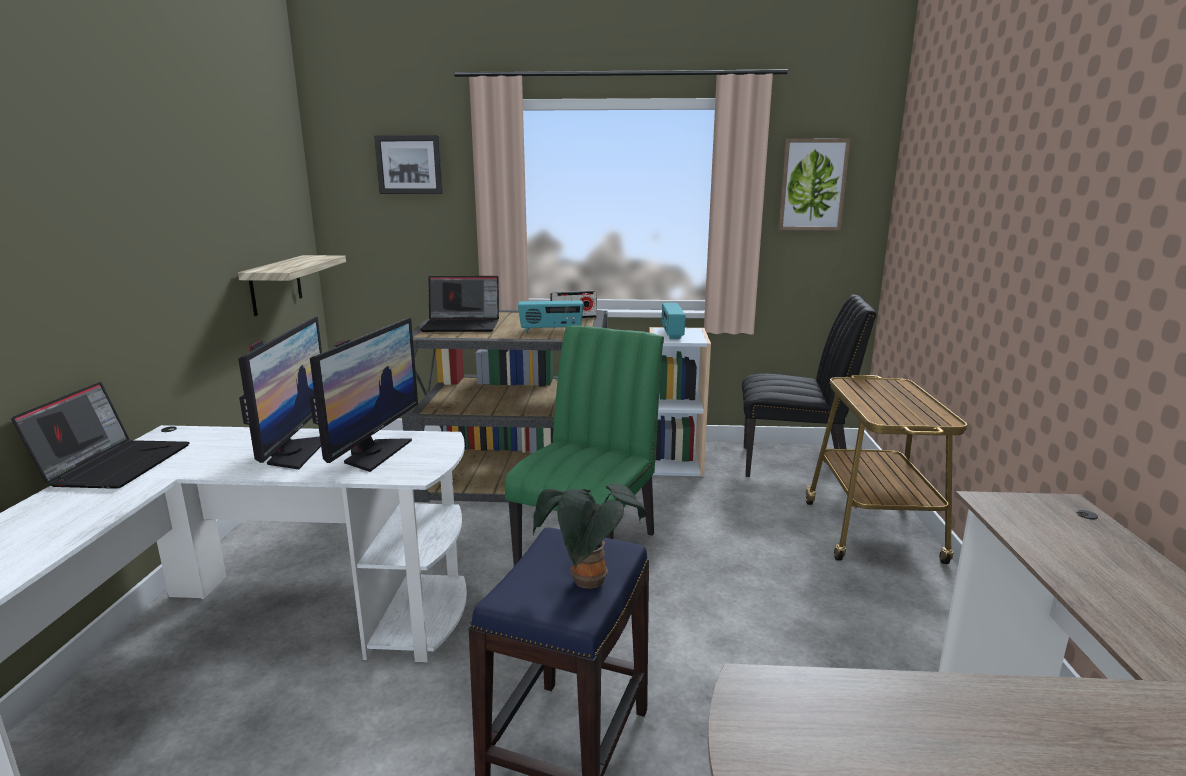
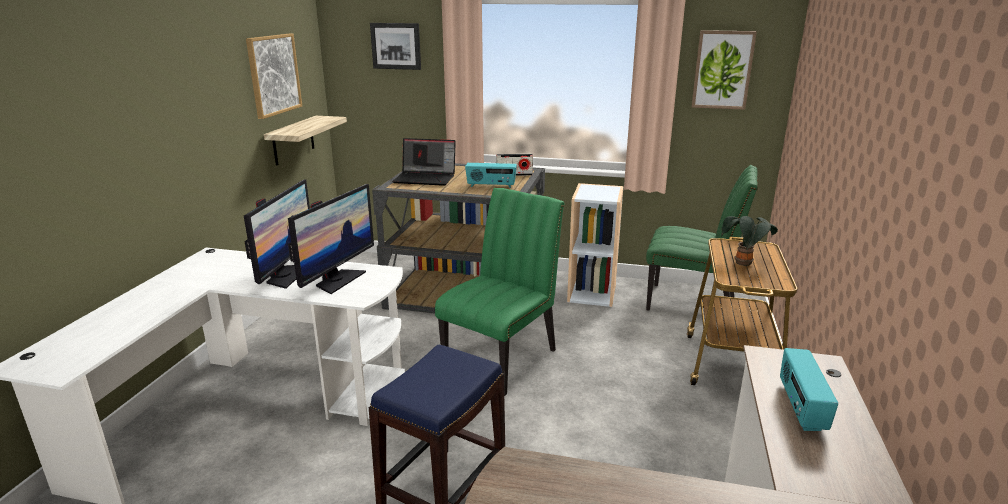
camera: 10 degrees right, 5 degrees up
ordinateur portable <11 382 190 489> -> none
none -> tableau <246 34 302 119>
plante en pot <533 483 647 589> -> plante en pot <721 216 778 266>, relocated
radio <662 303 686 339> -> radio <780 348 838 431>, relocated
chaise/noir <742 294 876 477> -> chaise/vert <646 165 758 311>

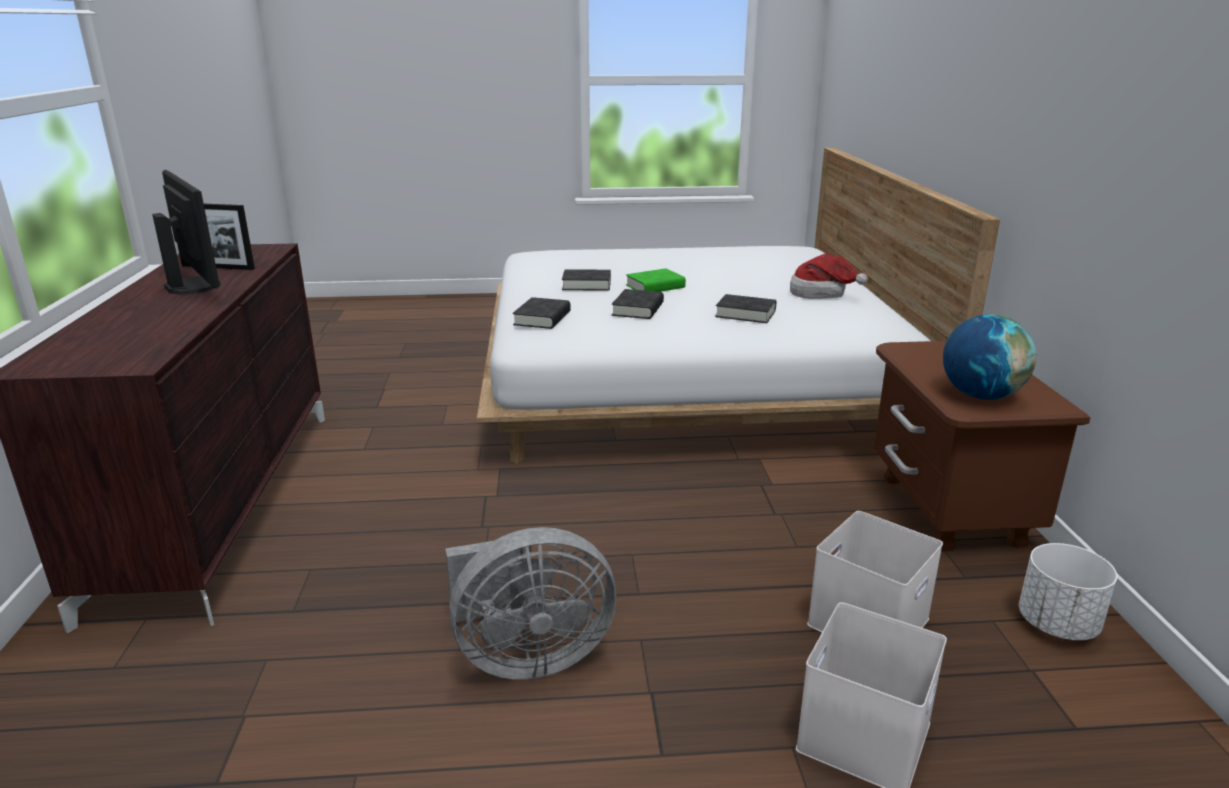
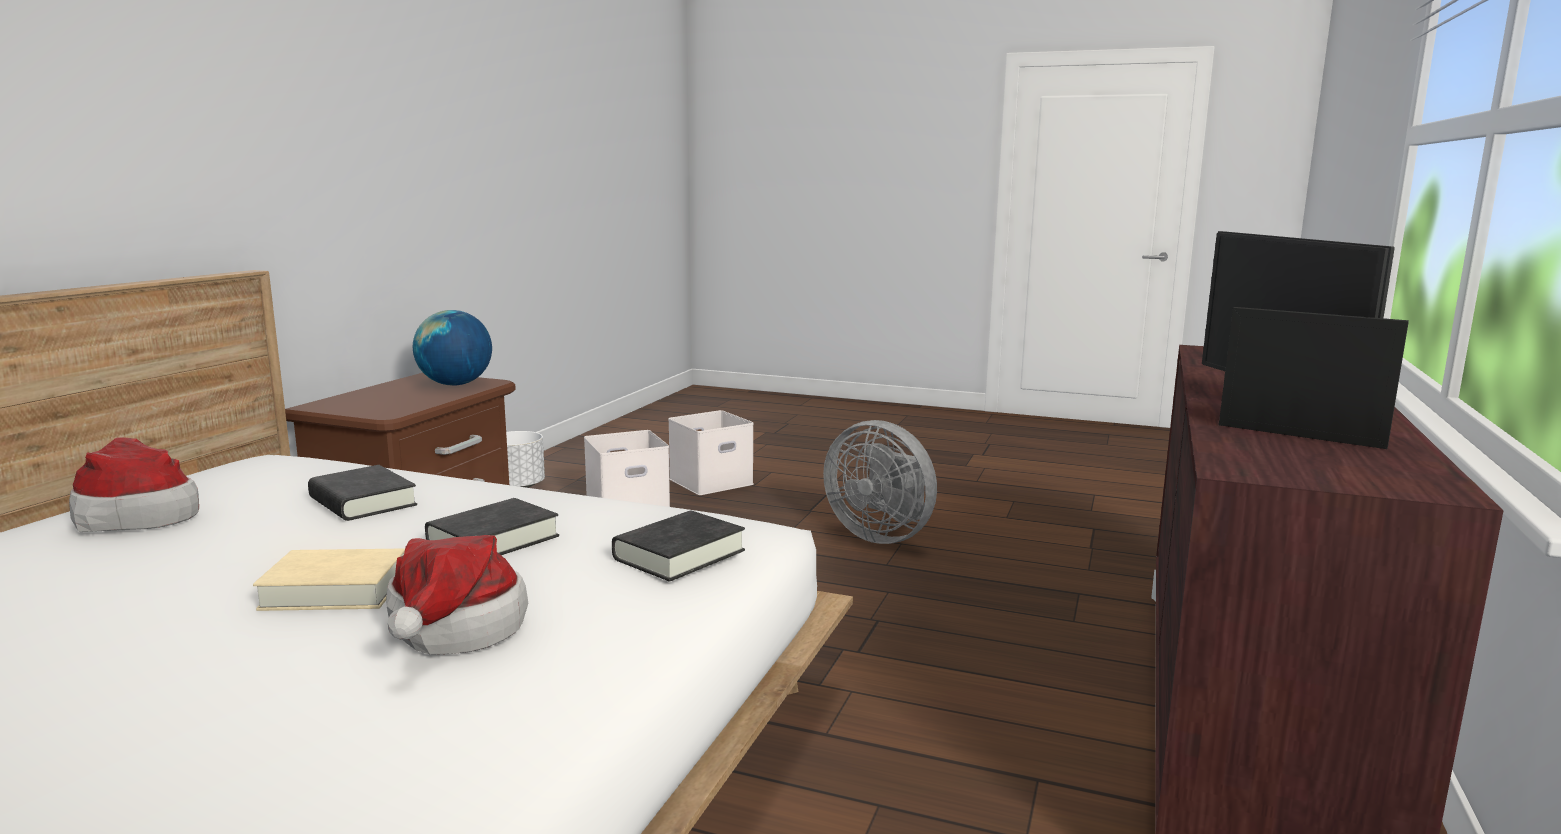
camera: 155 degrees left, 10 degrees down
livre/noir <562 269 611 291> -> chapeau <386 535 528 655>
livre/vert <626 268 686 292> -> livre/beige <253 548 405 611>
ventilateur/gris <445 527 616 680> -> ventilateur/gris <823 420 937 544>, 150 degrees counterclockwise

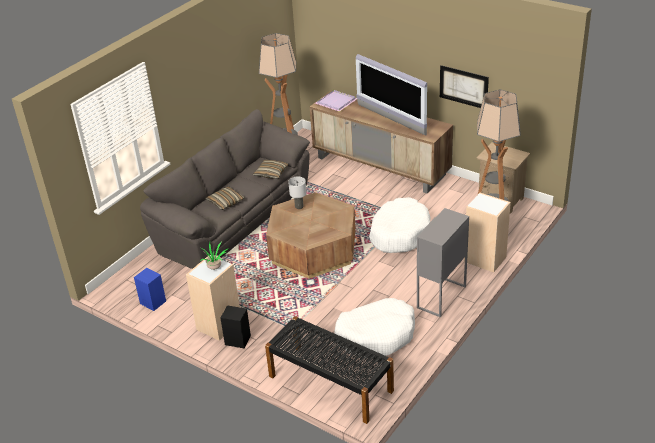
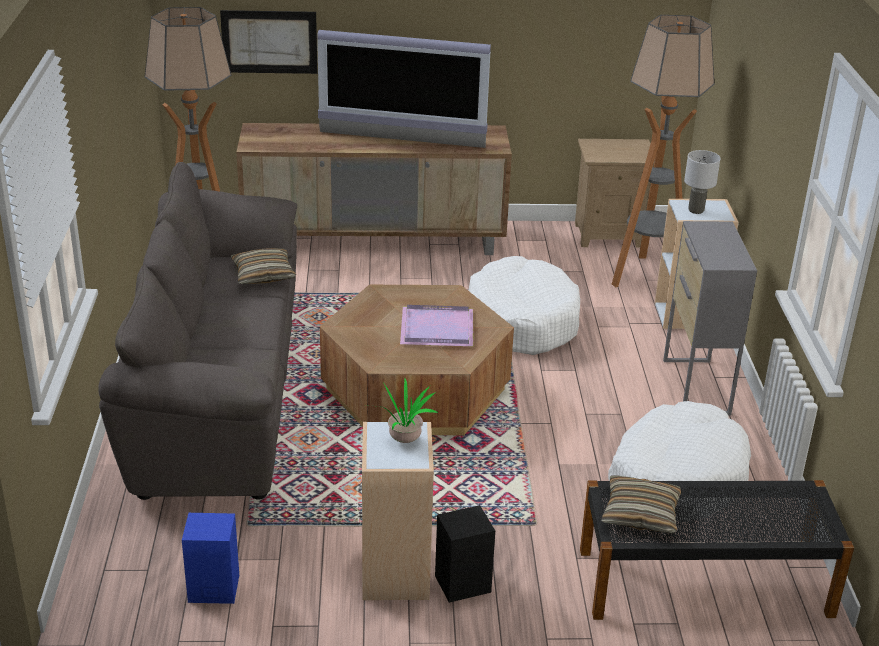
camera: 40 degrees left, 5 degrees down
coussin <206 186 245 210> -> coussin <601 476 681 534>, relocated
lampe de table/blanc <288 177 307 209> -> lampe de table/blanc <684 150 721 214>, relocated
plateau/violet <315 90 357 112> -> plateau/violet <400 305 473 347>, relocated
tableau <440 65 489 108> -> tableau <220 10 317 74>, relocated

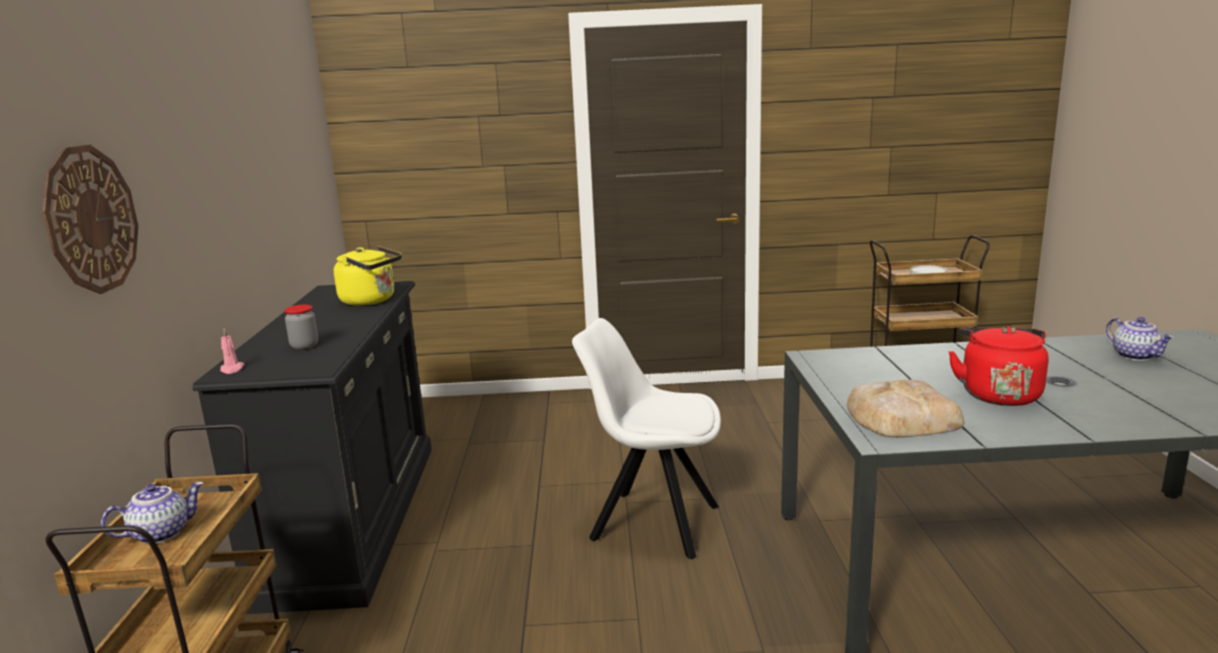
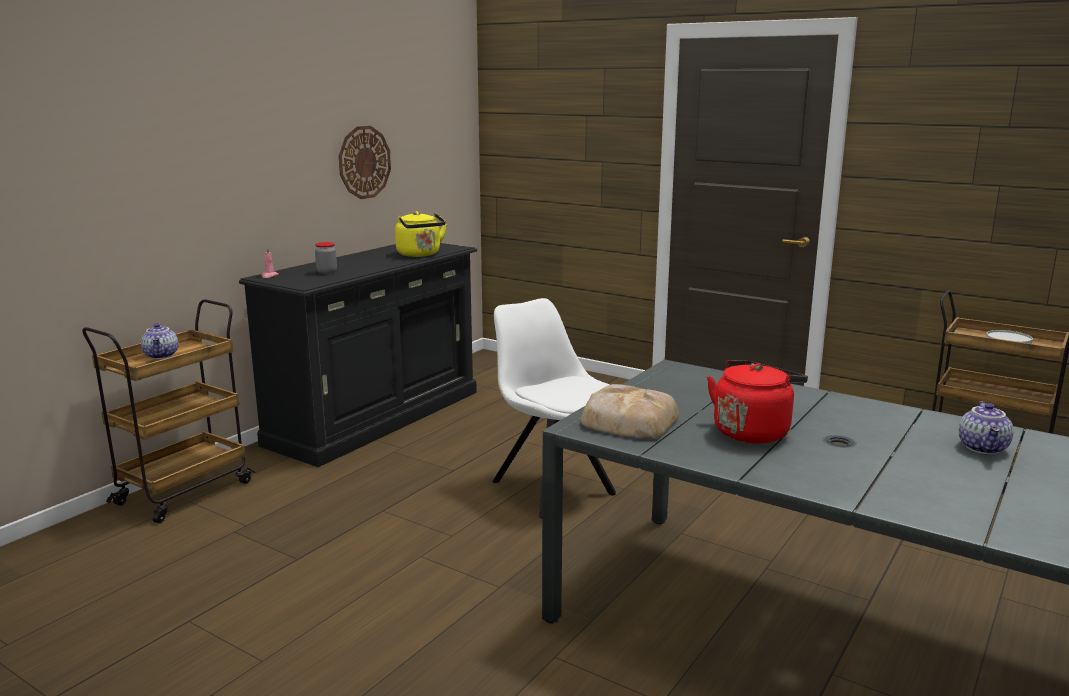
camera: 35 degrees right, 0 degrees up
horloge murale <42 145 138 294> -> horloge murale <339 126 391 199>, relocated
théière <101 482 204 544> -> théière <141 323 178 359>, 75 degrees clockwise

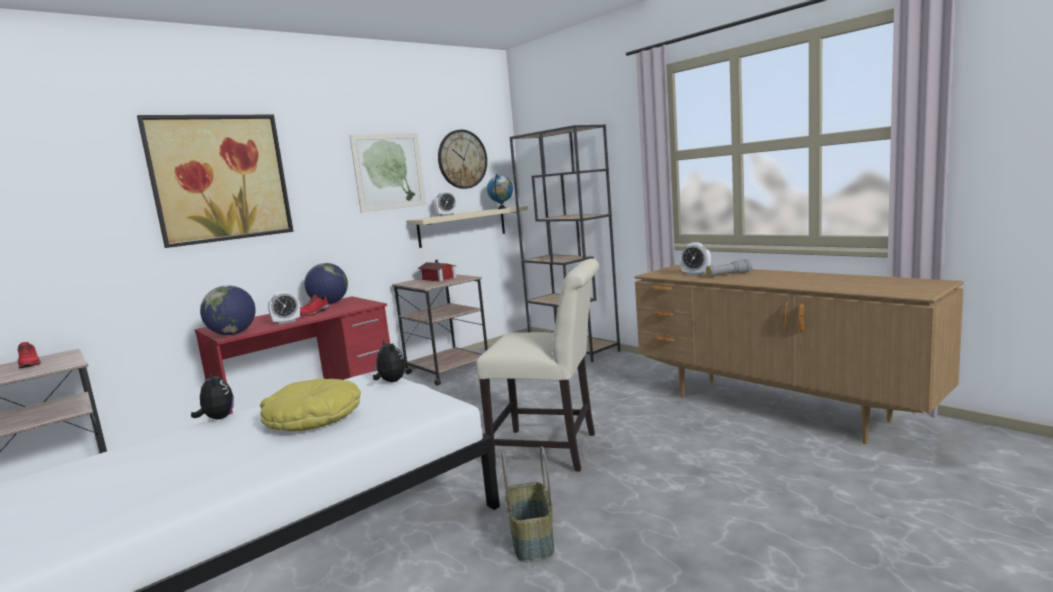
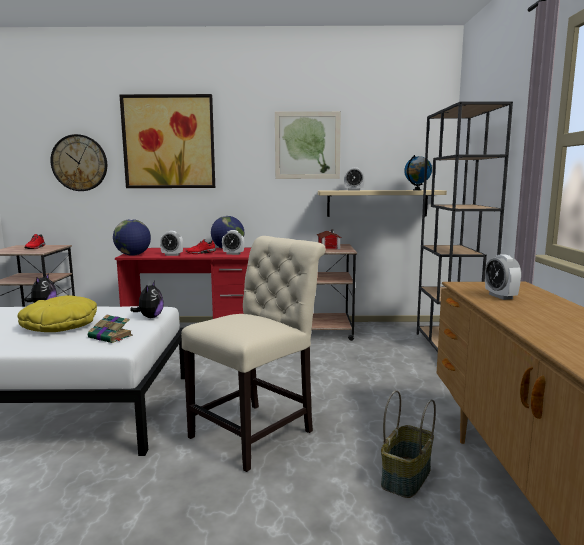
camera: 40 degrees right, 0 degrees up
lampe de poche/gris <706 259 752 277> -> none
none -> livre <88 315 133 343>
none -> réveil <222 230 244 255>
horloge murale <438 130 487 189> -> horloge murale <50 134 107 191>, relocated
panier <501 446 554 562> -> panier <381 390 436 498>, relocated
chaise/beige <477 258 599 472> -> chaise/beige <181 236 326 472>, 105 degrees counterclockwise

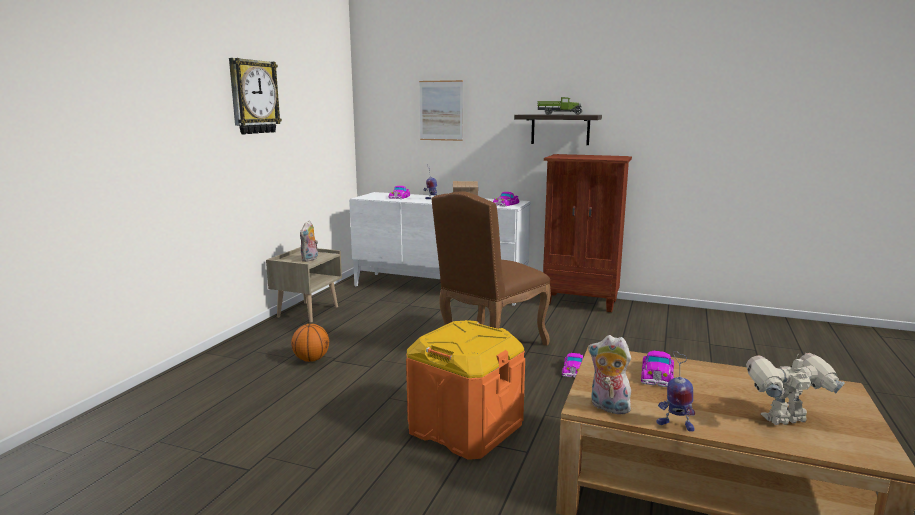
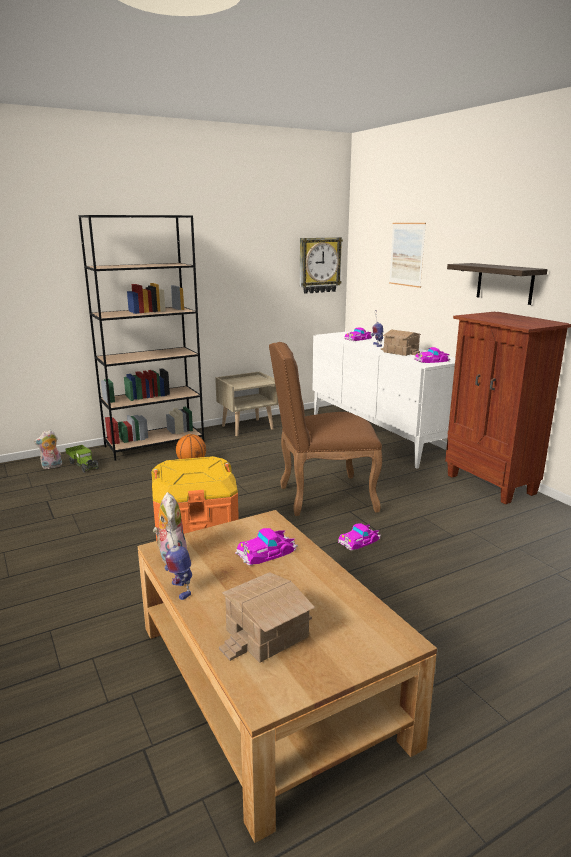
camera: 40 degrees right, 5 degrees up
none -> bibliothèque/beige <79 215 204 460>
horloge murale <229 58 282 134> -> horloge murale <300 237 343 294>, relocated
peluche <300 221 318 262> -> peluche <34 430 62 469>, relocated
camion jouet <537 97 582 115> -> camion jouet <66 445 99 473>, relocated
robot jouet <746 353 845 425> -> maison miniature <219 572 315 663>

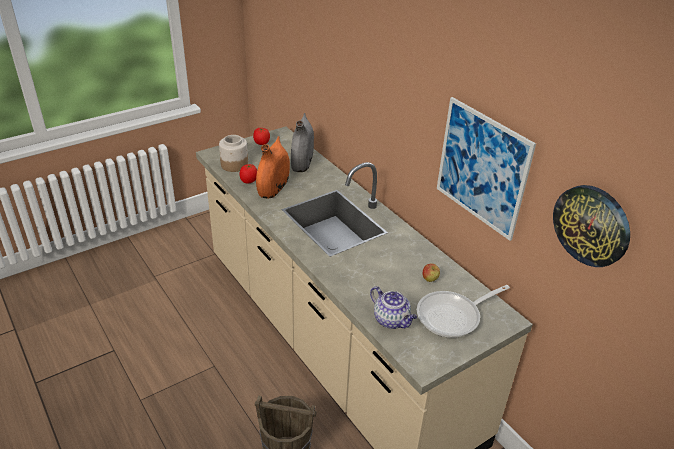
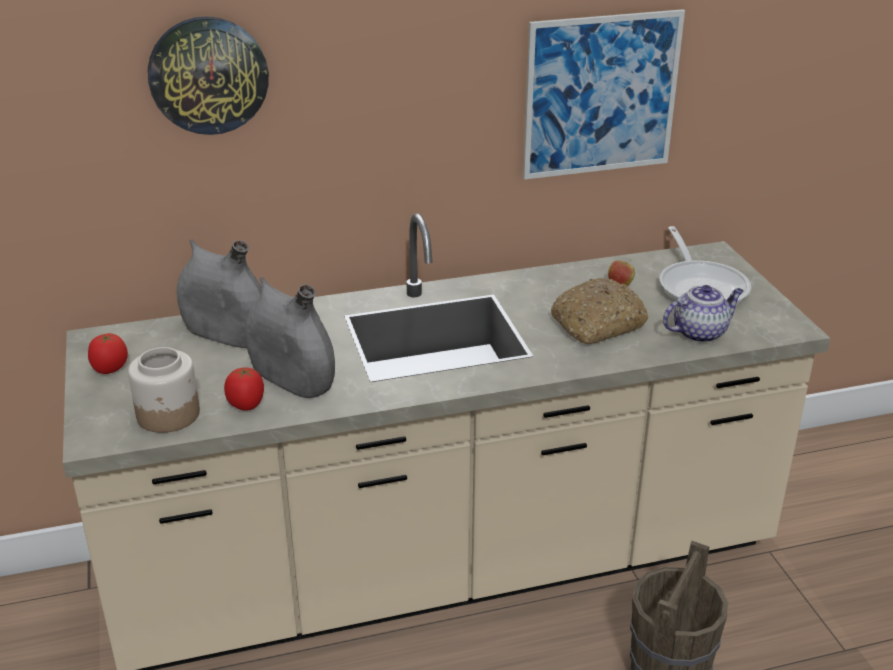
camera: 70 degrees left, 5 degrees down
none -> pain <551 278 648 344>
horloge murale <553 185 630 267> -> horloge murale <148 16 269 135>, relocated
vase/orange <256 136 290 198> -> vase/gris <245 277 335 398>

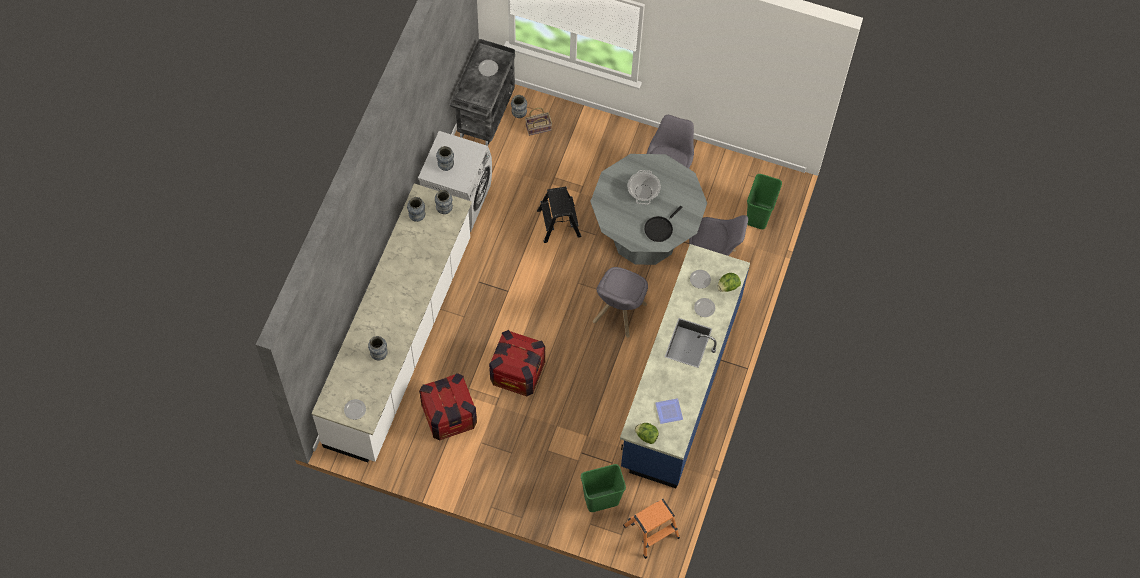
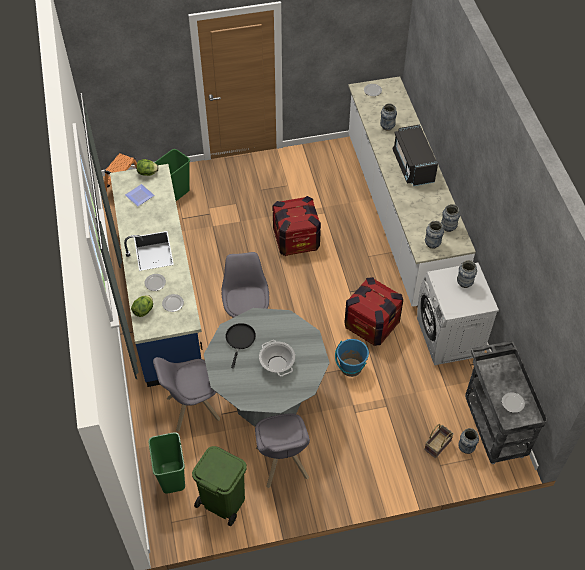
camera: 150 degrees right, 10 degrees down
none -> poubelle/vert <192 446 247 526>
none -> micro-ondes/noir <393 124 438 186>
caisse <419 373 477 440> -> caisse <344 277 403 346>, relocated
escabeau/noir <537 186 582 243> -> seau/bleu <335 339 369 377>

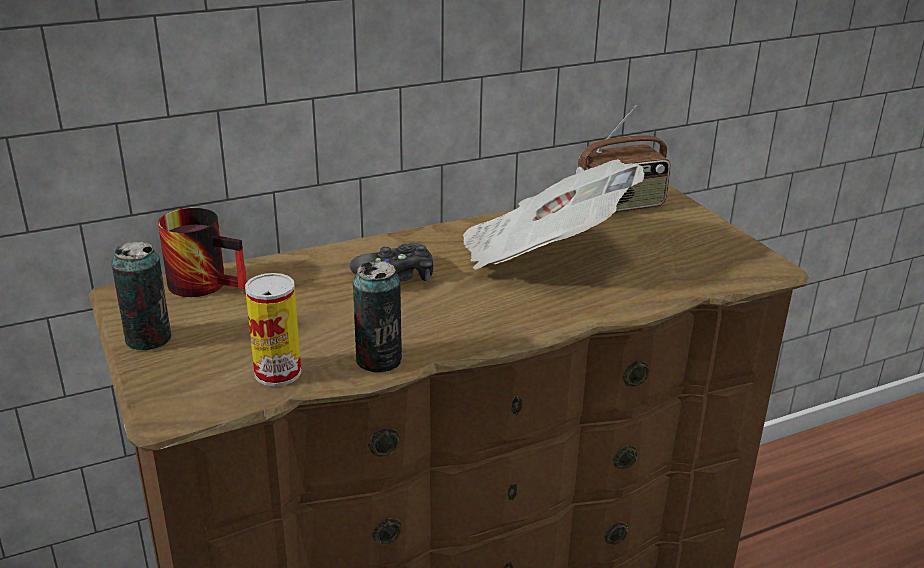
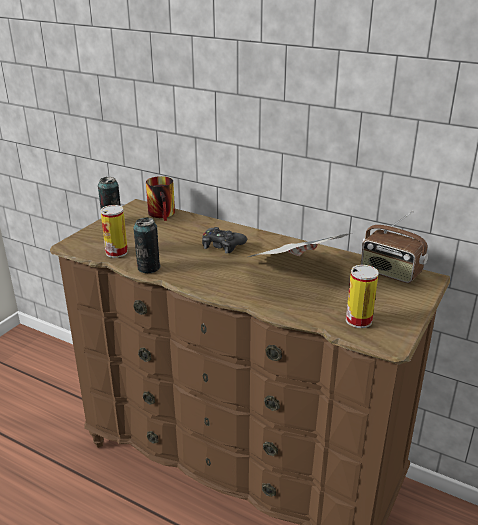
camera: 55 degrees right, 0 degrees up
none -> boîte métallique <346 265 379 328>

